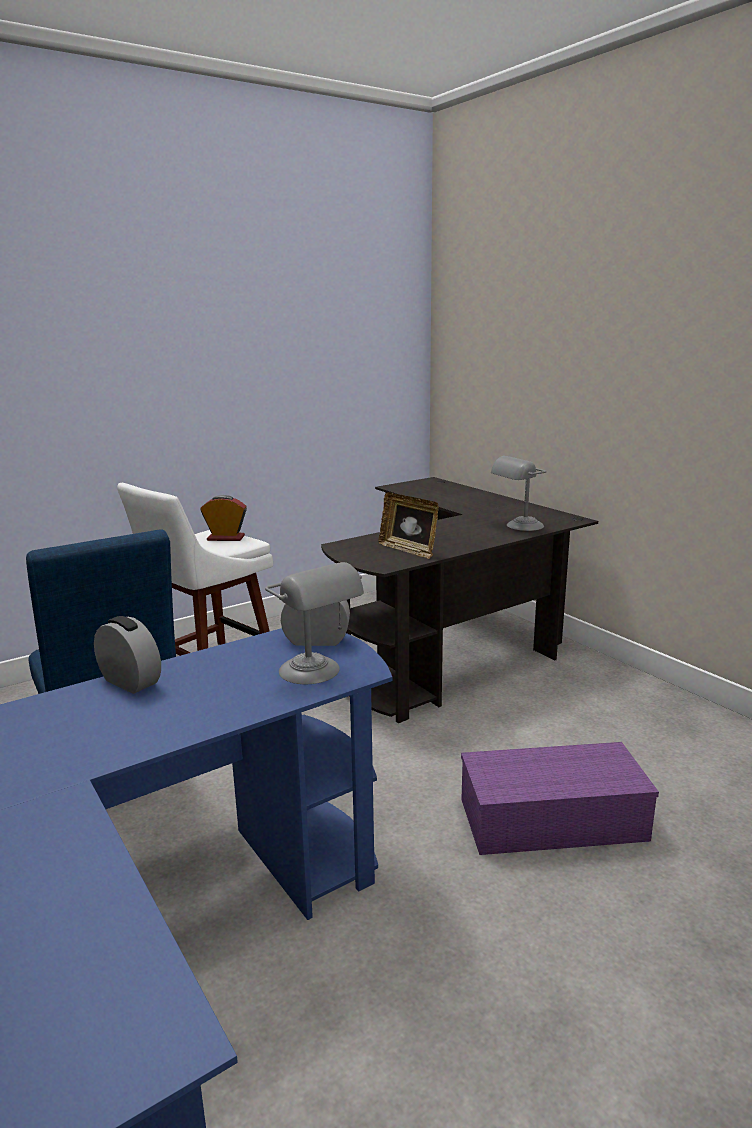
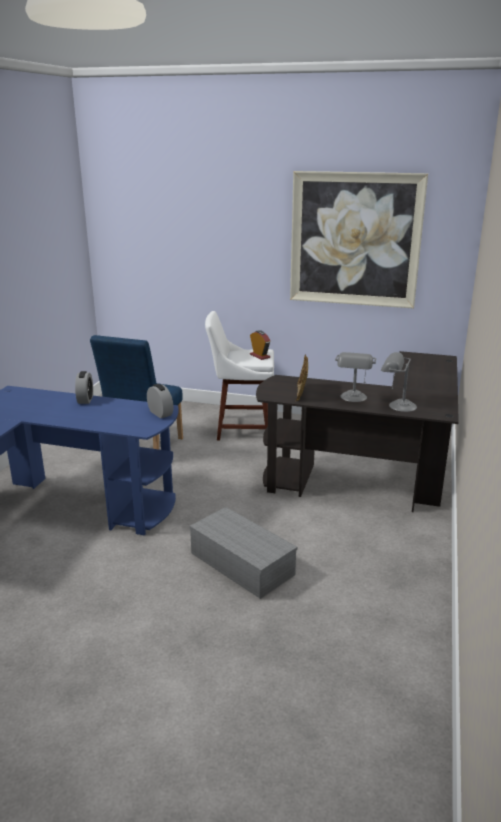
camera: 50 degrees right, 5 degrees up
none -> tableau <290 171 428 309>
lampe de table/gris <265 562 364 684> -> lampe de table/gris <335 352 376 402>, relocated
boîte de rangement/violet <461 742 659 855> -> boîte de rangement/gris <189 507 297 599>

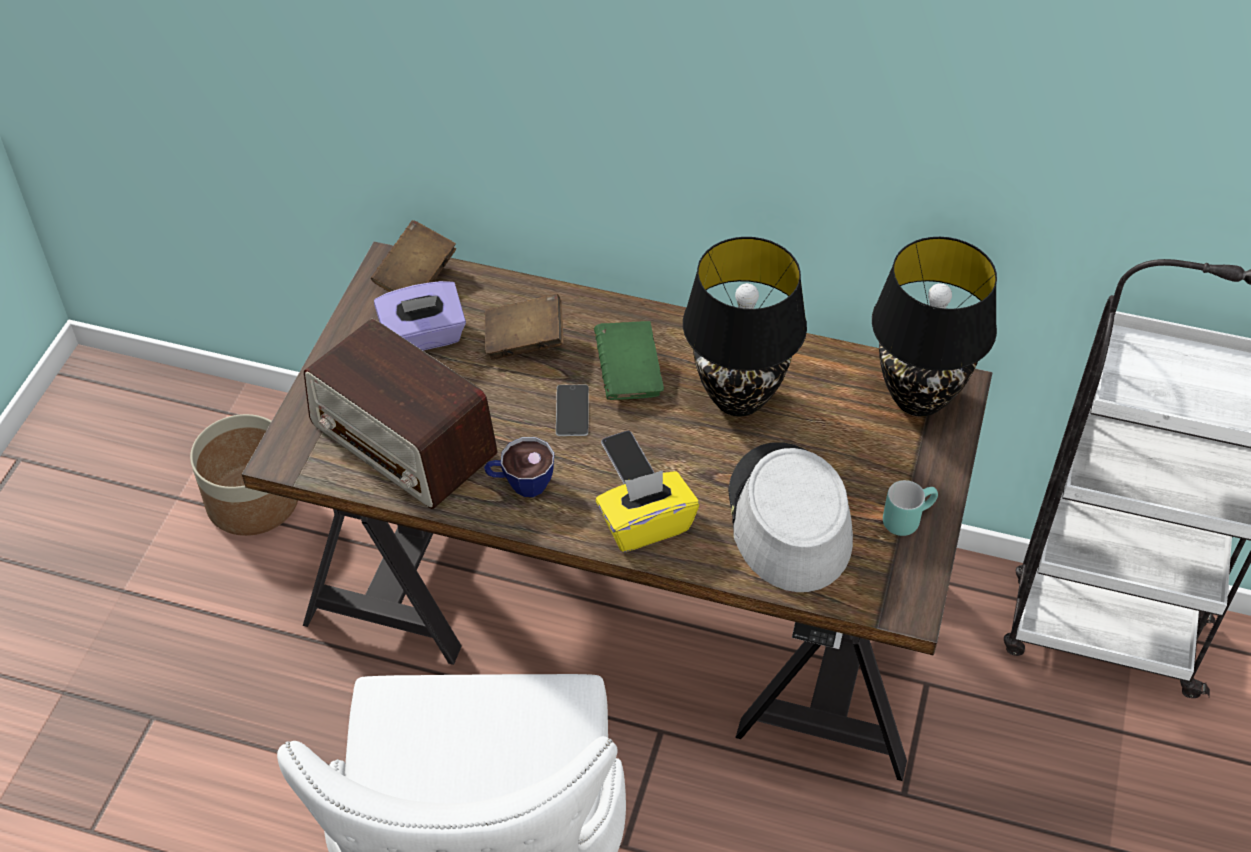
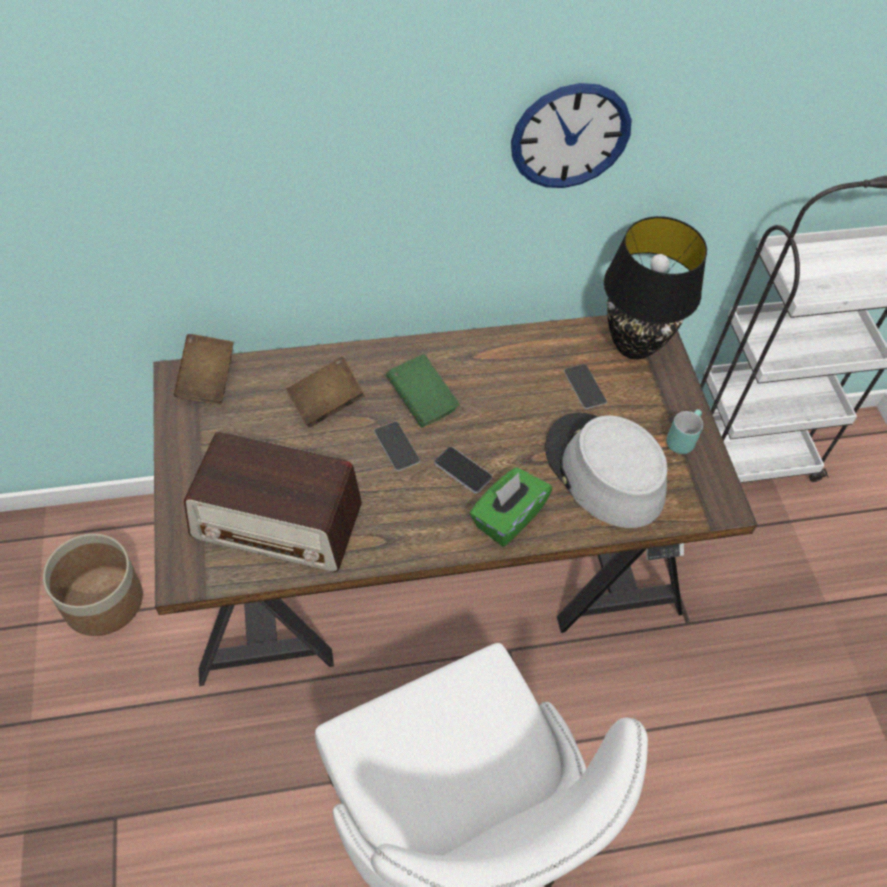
camera: 30 degrees left, 5 degrees up
boîte à mouchoirs/violet <374 281 466 351> -> none
tasse <484 437 554 497> -> none
lampe de table/noir <683 237 807 416> -> none
none -> horloge murale <511 83 632 188>
none -> téléphone <564 364 607 409>
boîte à mouchoirs/jaune <596 470 699 552> -> boîte à mouchoirs/vert <470 467 552 547>

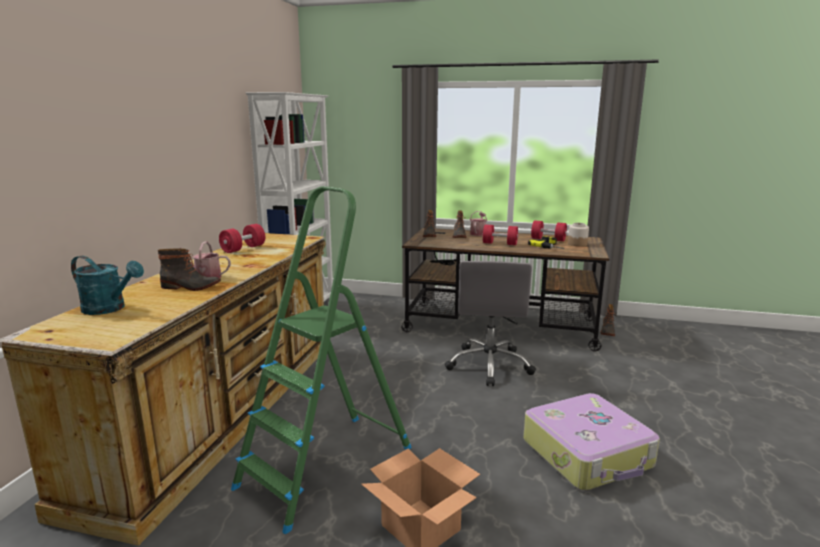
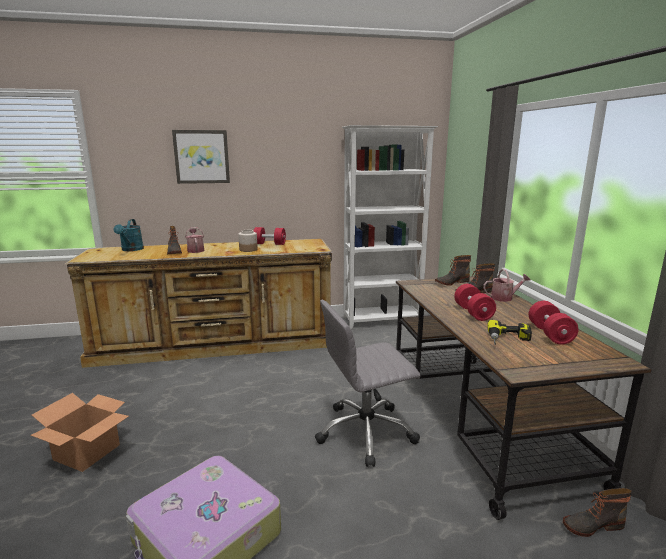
camera: 65 degrees right, 0 degrees up
escabeau/vert <231 186 412 534> -> none
none -> tableau <172 130 230 184>
bocal <568 223 589 246> -> bocal <238 230 258 252>, relocated

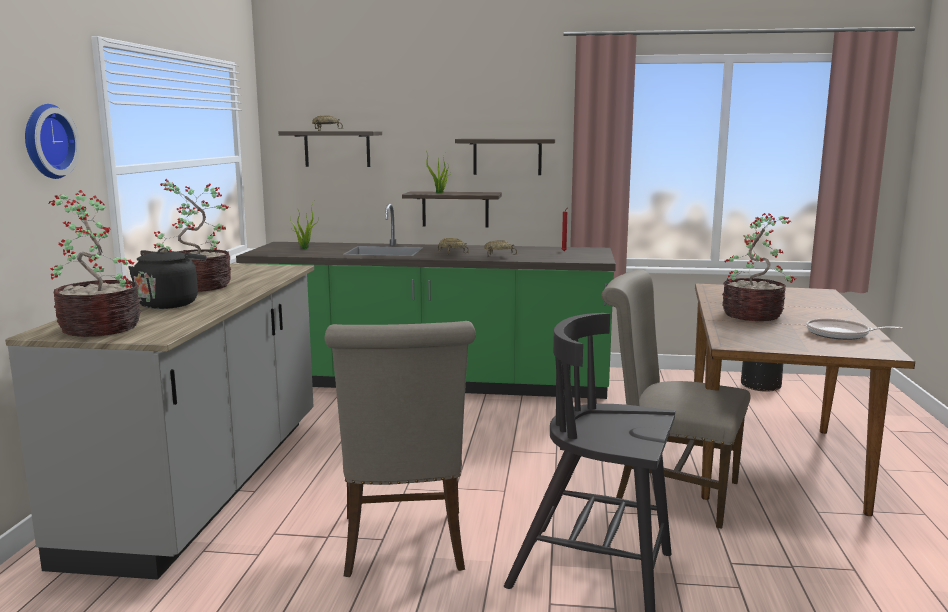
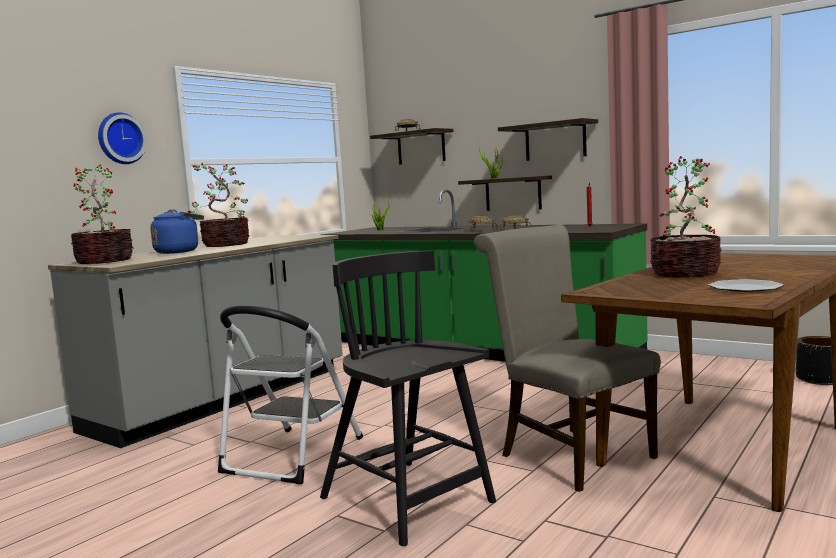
camera: 30 degrees right, 5 degrees down
chaise/beige <324 321 476 577> -> escabeau <218 305 363 484>
poêle <806 319 903 340> -> assiette <709 279 784 292>
bouilloire/noir <128 248 206 309> -> bouilloire/bleu <150 209 204 254>

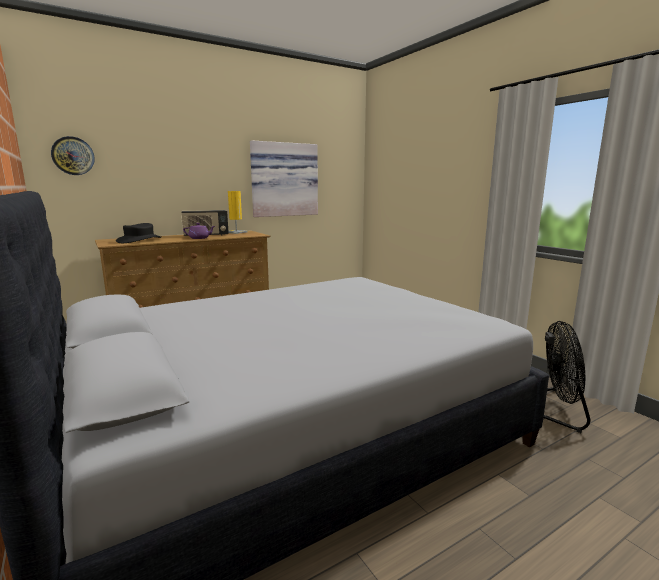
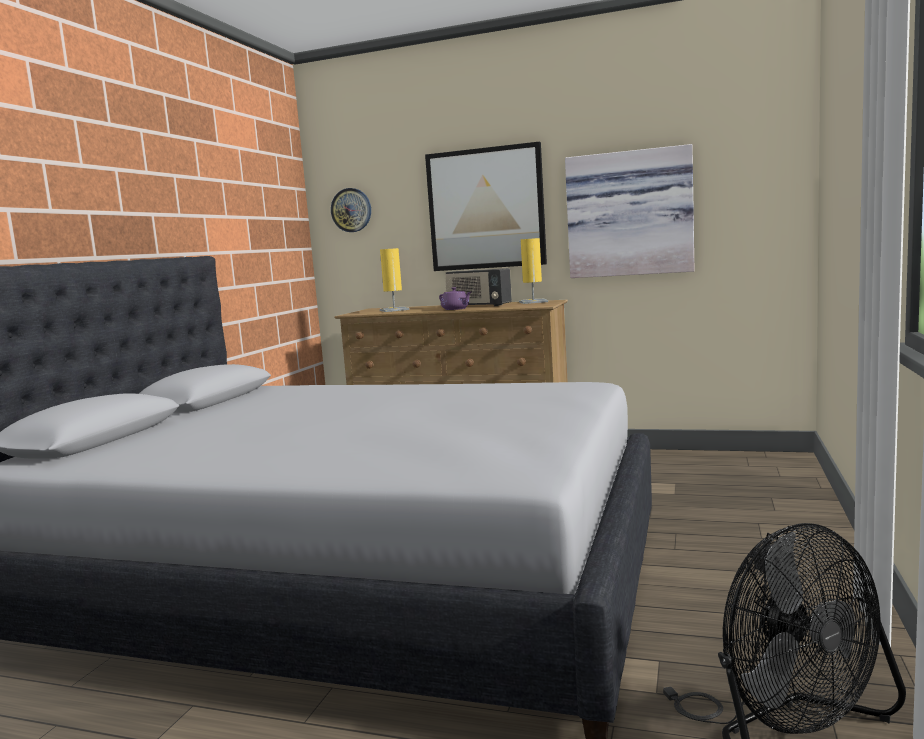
camera: 50 degrees right, 5 degrees down
none -> tableau <425 142 547 271>
chapeau/noir <116 223 162 243> -> lampe de table/jaune <380 248 409 312>

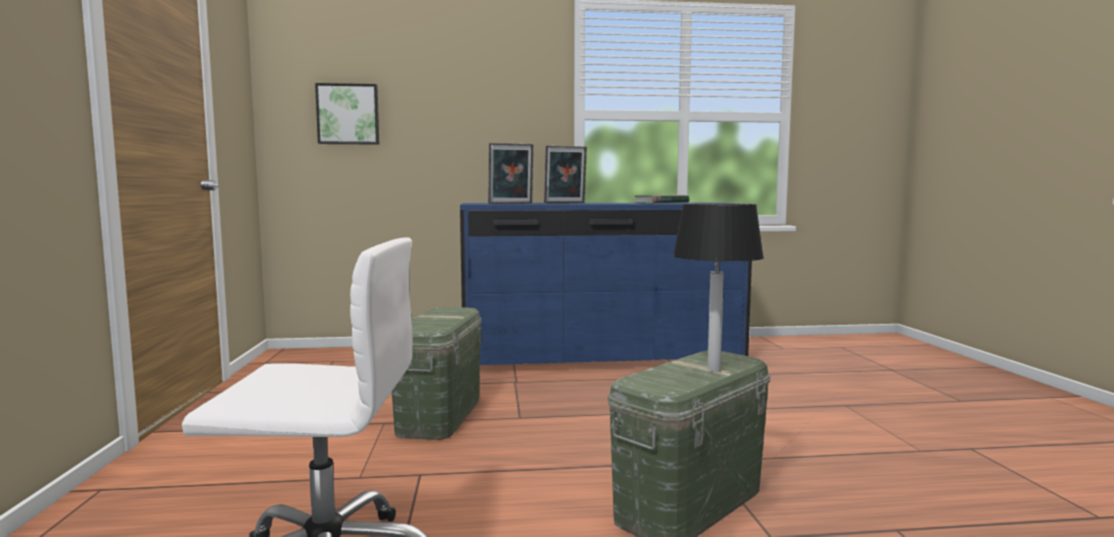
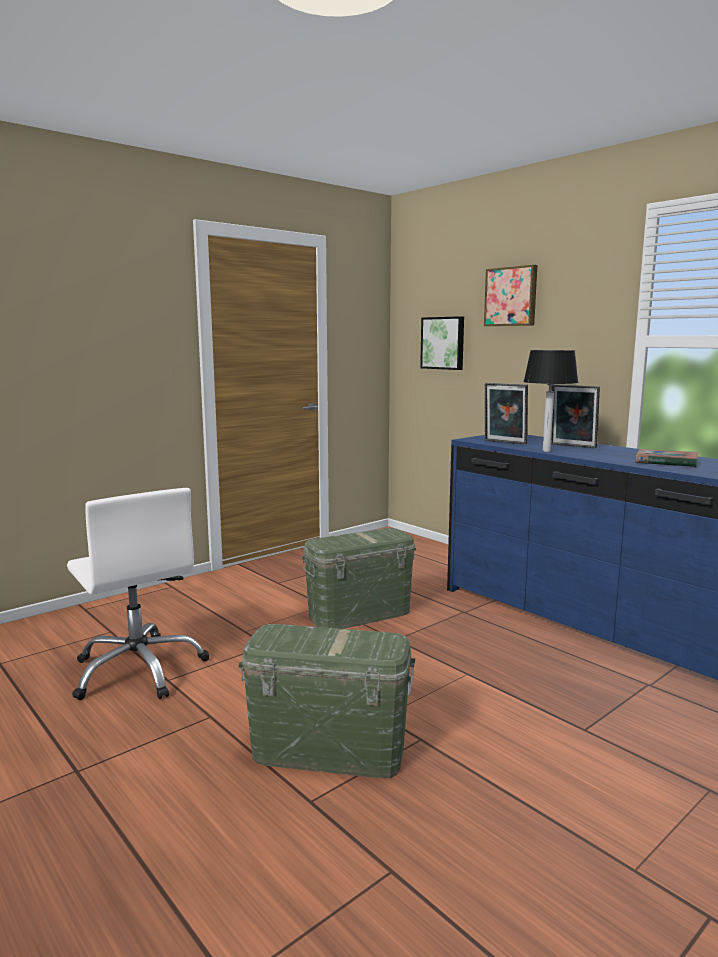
camera: 55 degrees right, 5 degrees up
none -> tableau <484 265 537 326>
lampe de table <673 204 764 372> -> lampe de table <523 350 579 452>, relocated

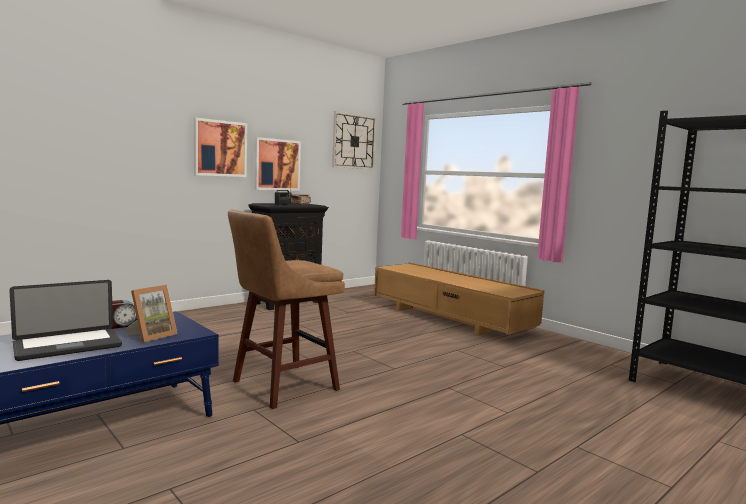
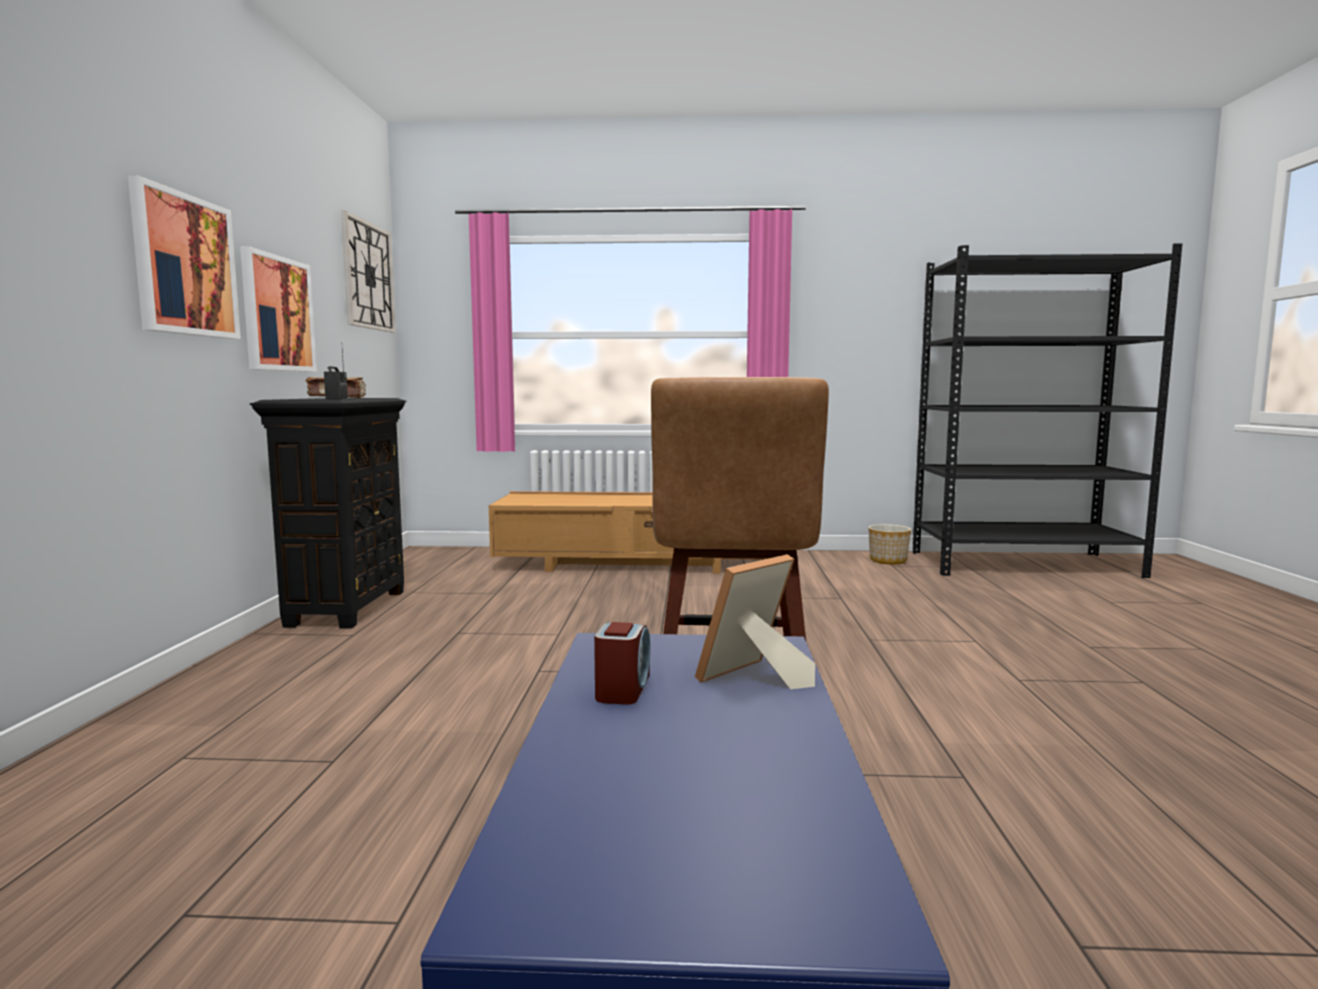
camera: 45 degrees left, 0 degrees up
ordinateur portable <9 280 122 361> -> none
none -> cache-pot <868 524 911 565>
cadre photo <126 285 177 343> -> cadre photo <695 554 815 689>, 120 degrees counterclockwise

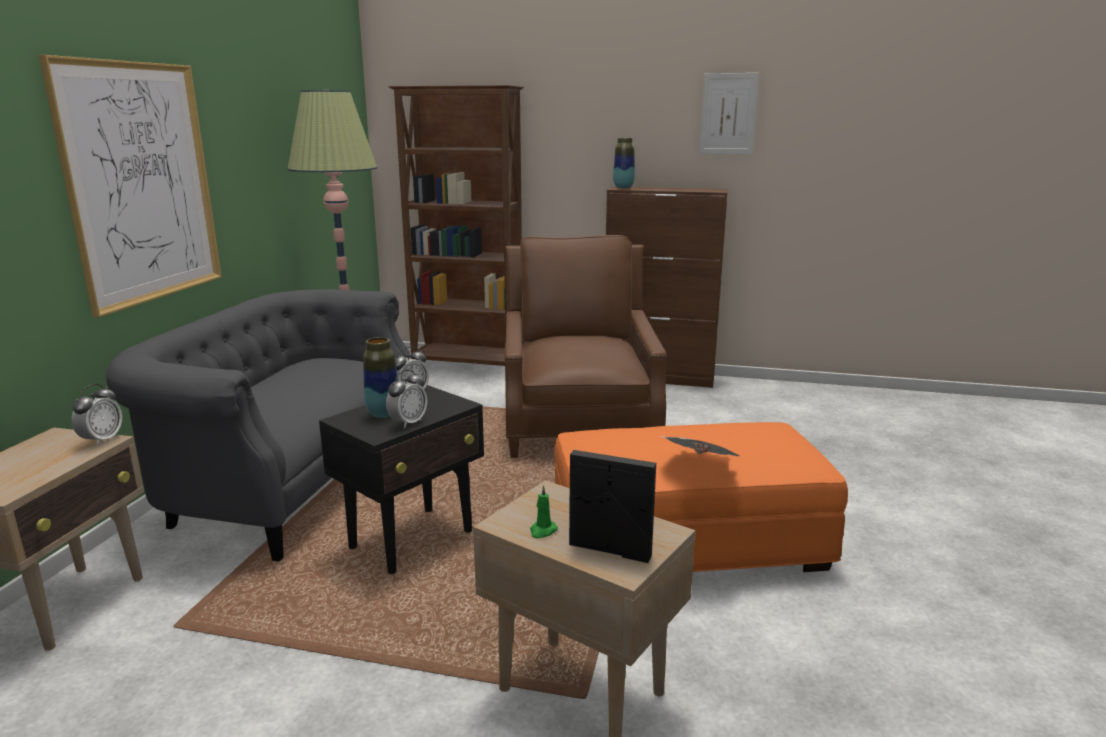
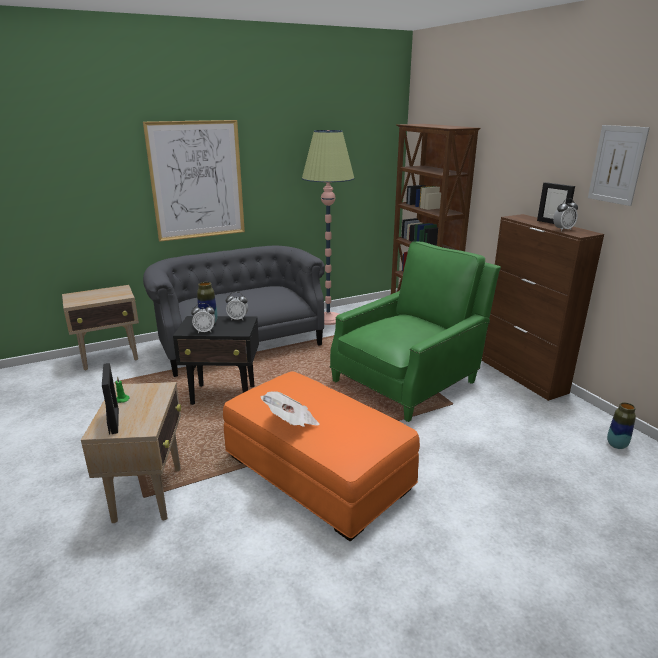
camera: 50 degrees right, 5 degrees up
none -> cadre photo <537 182 575 224>
réveil <71 384 122 446> -> réveil <553 199 578 231>, relocated
vase <613 137 635 188> -> vase <607 402 636 449>, relocated
fauteuil/marron <504 235 667 458> -> fauteuil/vert <330 242 501 422>

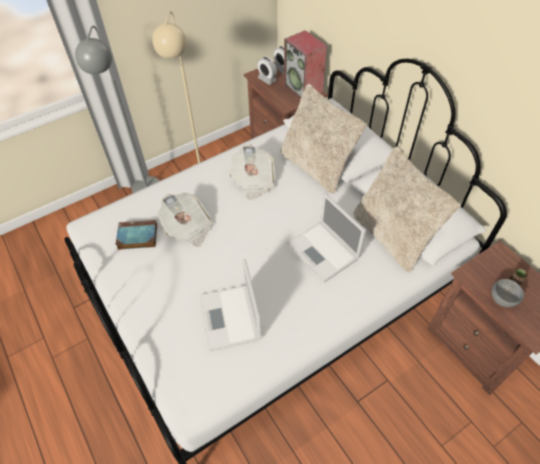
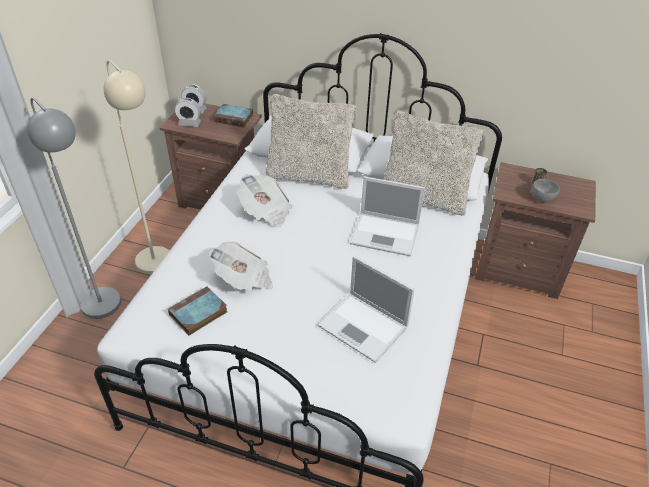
camera: 40 degrees left, 10 degrees down
enceinte <284 30 327 100> -> livre <213 104 254 127>

